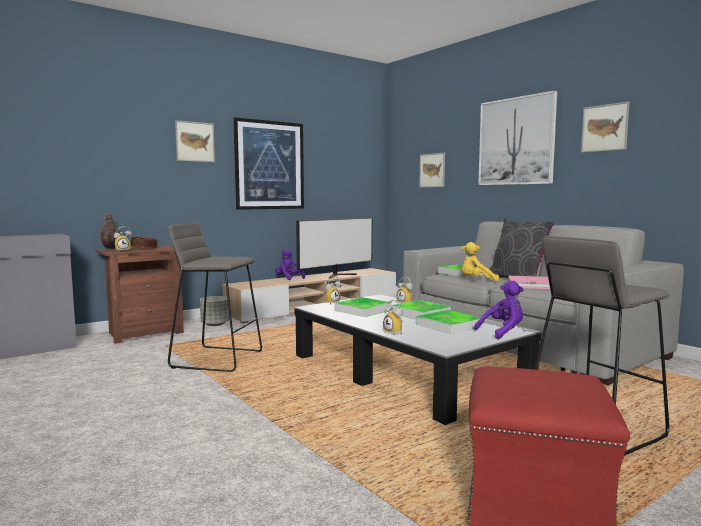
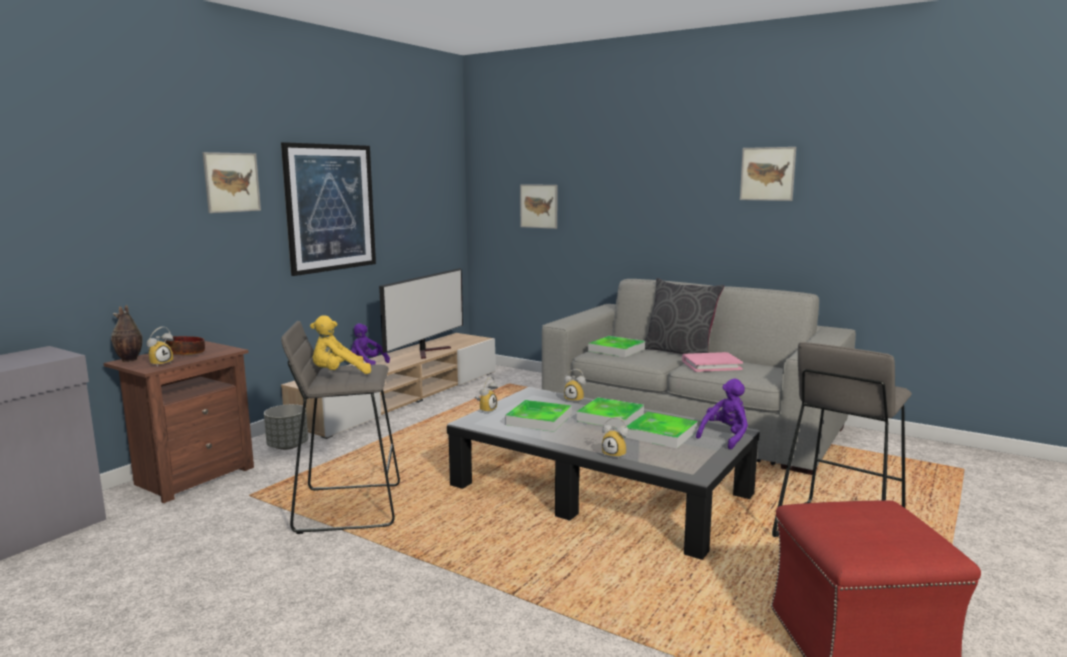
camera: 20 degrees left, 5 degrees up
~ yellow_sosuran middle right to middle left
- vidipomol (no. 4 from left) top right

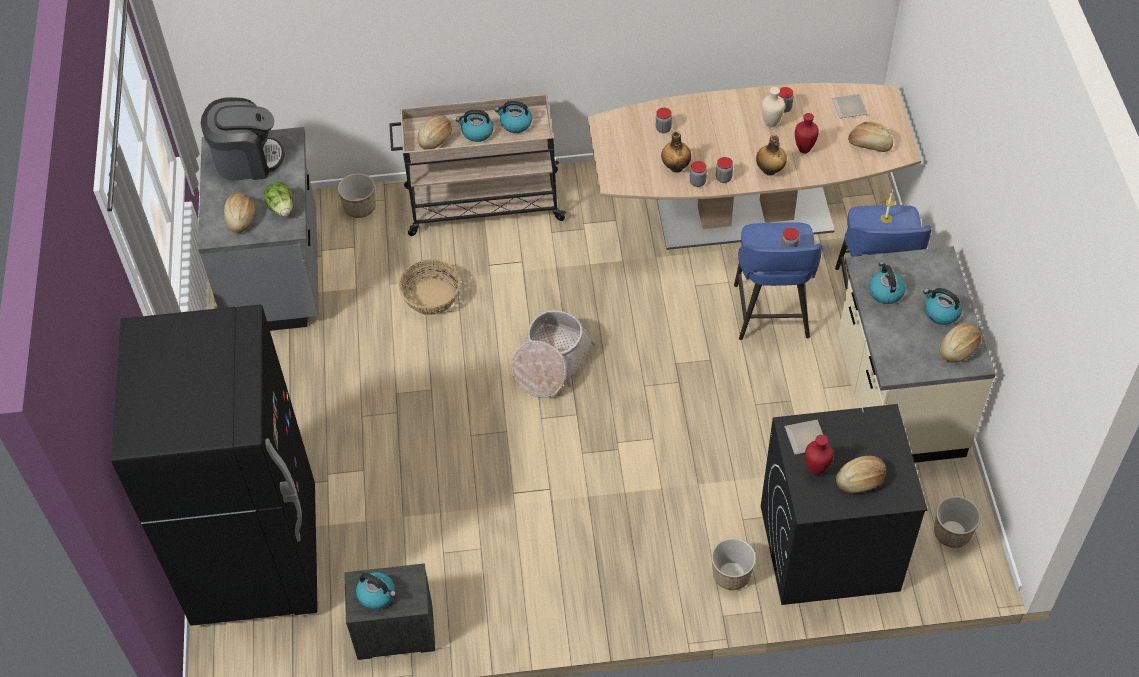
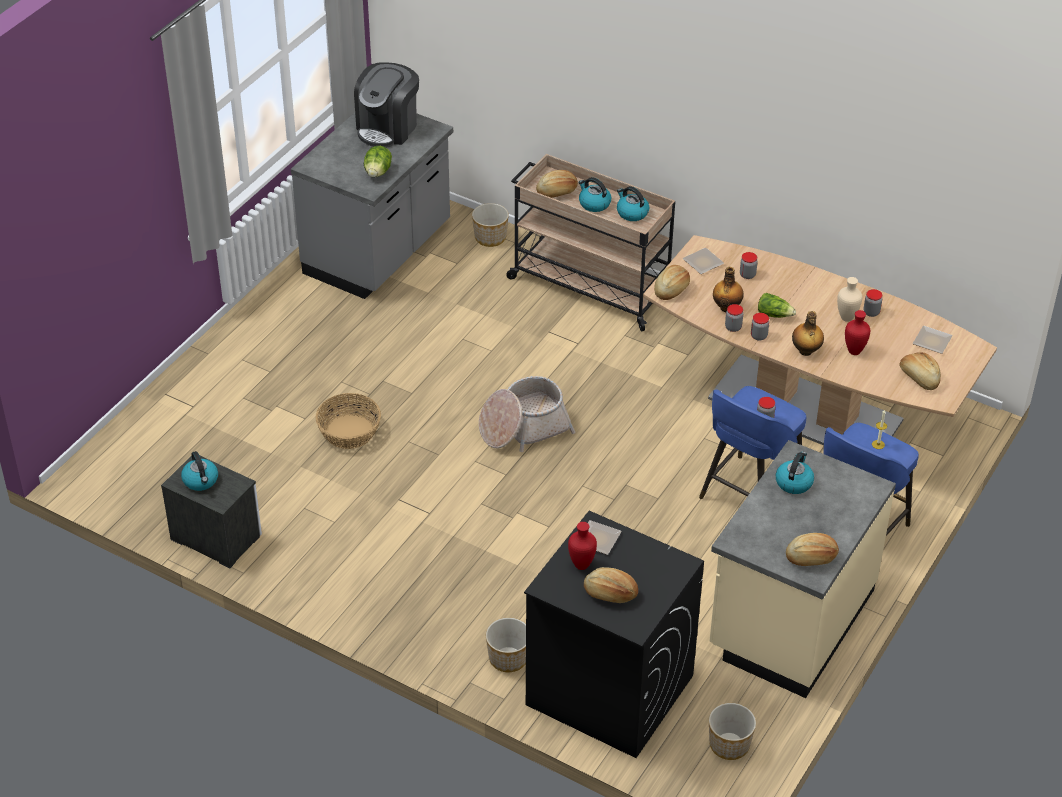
camera: 35 degrees right, 10 degrees down
~ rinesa (no. 1 from left) centre to middle left
~ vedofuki top left = top centre 90 degrees clockwise
~ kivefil (no. 1 from left in the first image) top left to kivefil (no. 3 from left) centre
+ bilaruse (no. 2 from left) top centre
+ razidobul (no. 2 from left) middle right
- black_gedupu bottom left
- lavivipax (no. 5 from left) middle right

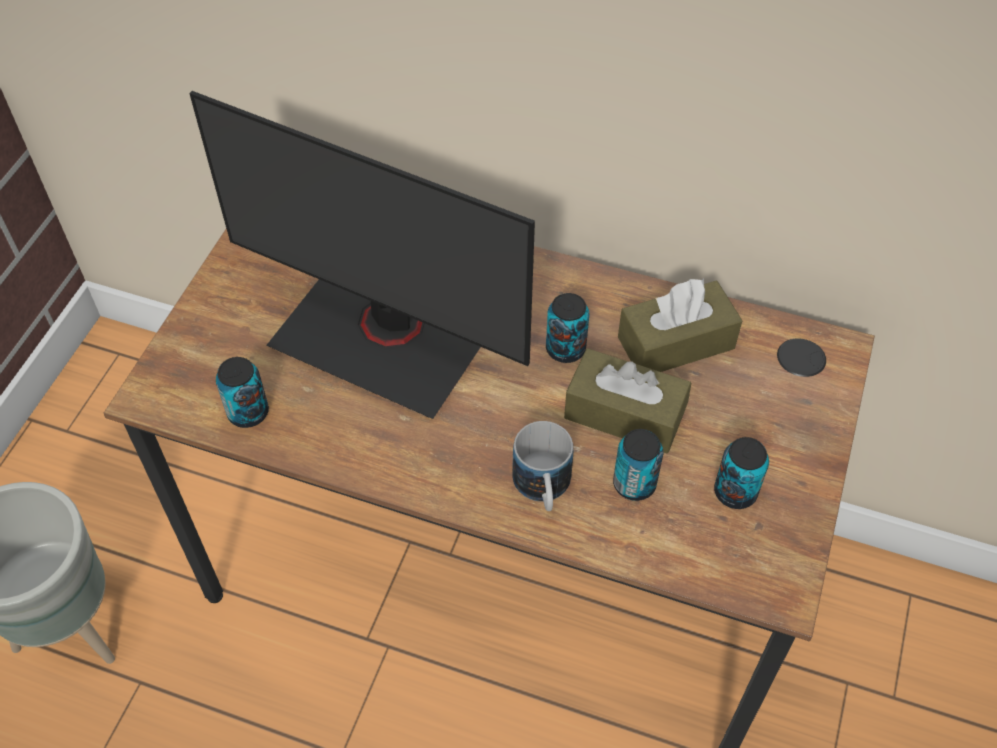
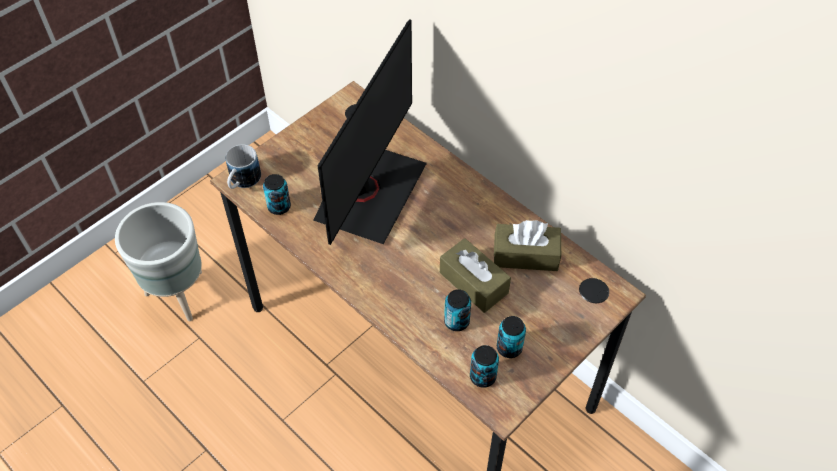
camera: 25 degrees right, 0 degrees up
~ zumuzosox centre to middle left
~ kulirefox centre = top centre 120 degrees counterclockwise
~ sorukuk (no. 2 from left in the first image) centre to sorukuk (no. 3 from left) bottom centre

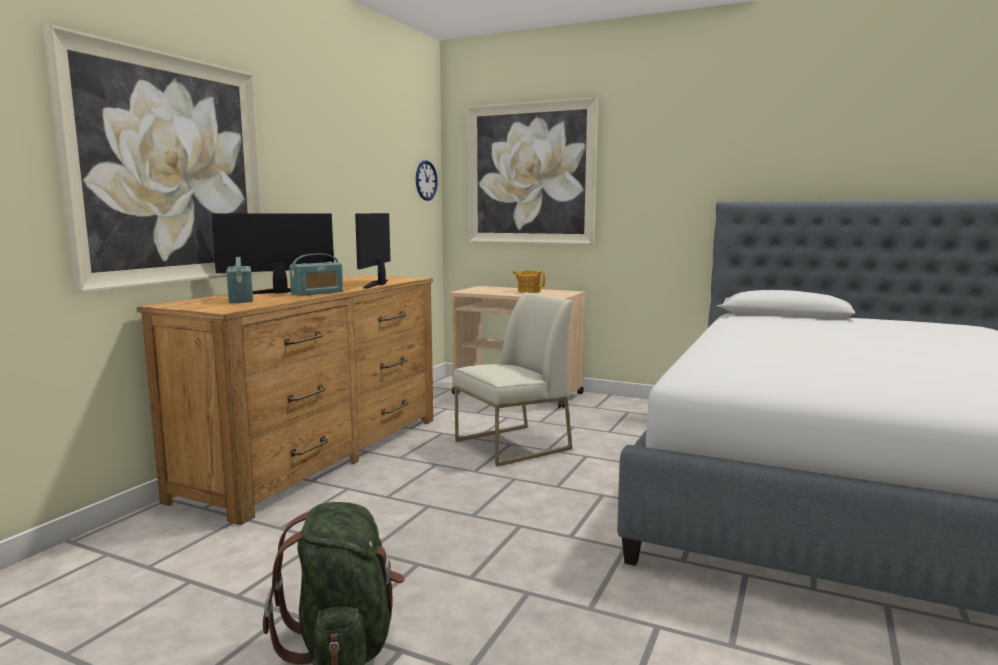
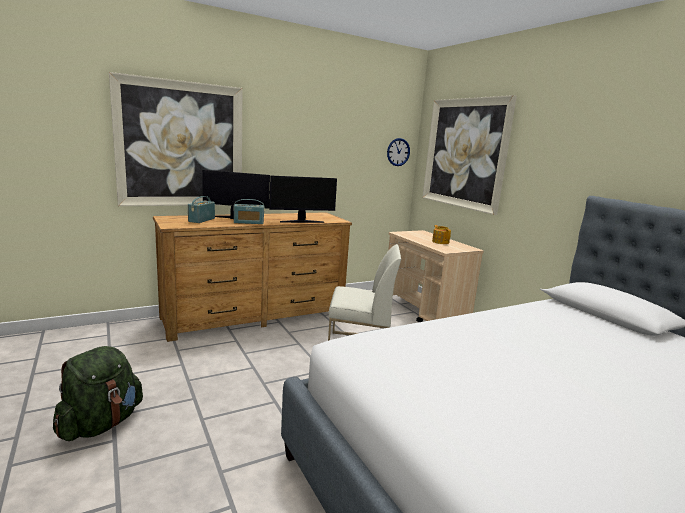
camera: 35 degrees right, 5 degrees up
~ kulirefox (no. 2 from left) centre = centre 150 degrees counterclockwise

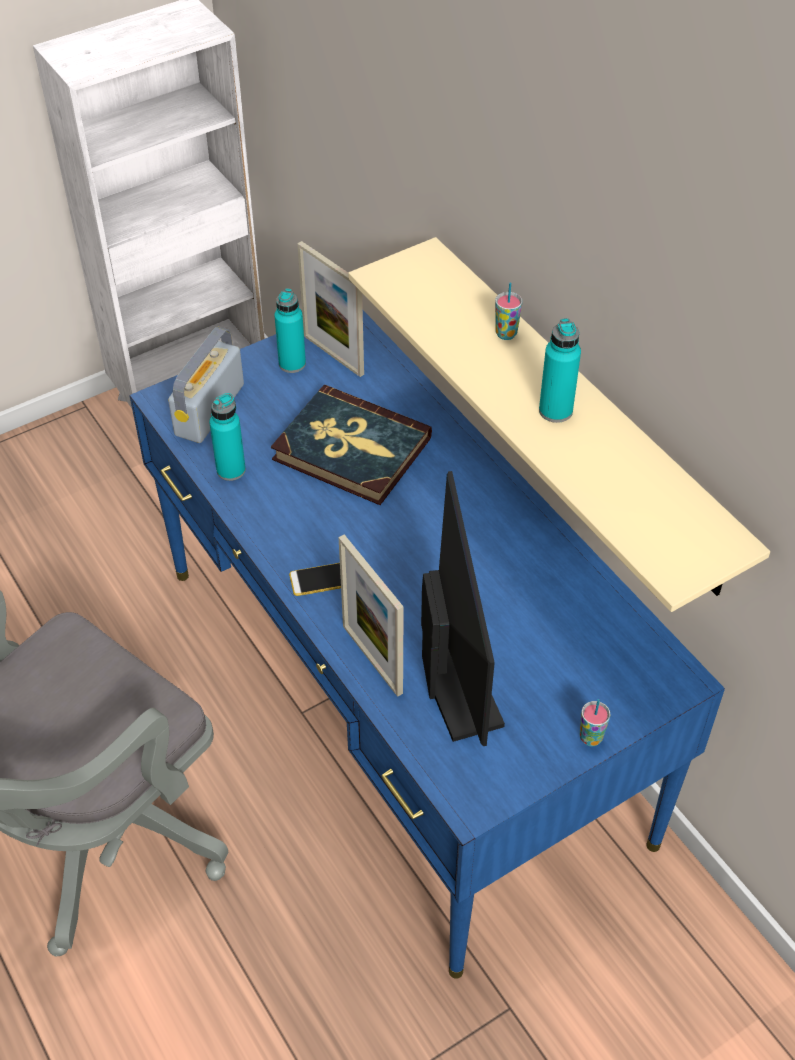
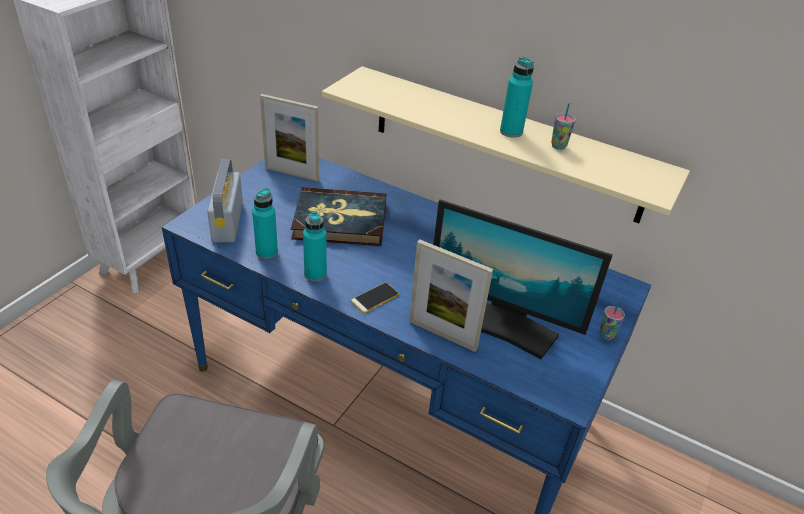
camera: 30 degrees left, 10 degrees down
~ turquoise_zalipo (no. 2 from left) top centre to centre
~ kulirefox centre = centre 150 degrees clockwise
~ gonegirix (no. 1 from left) top centre to top right

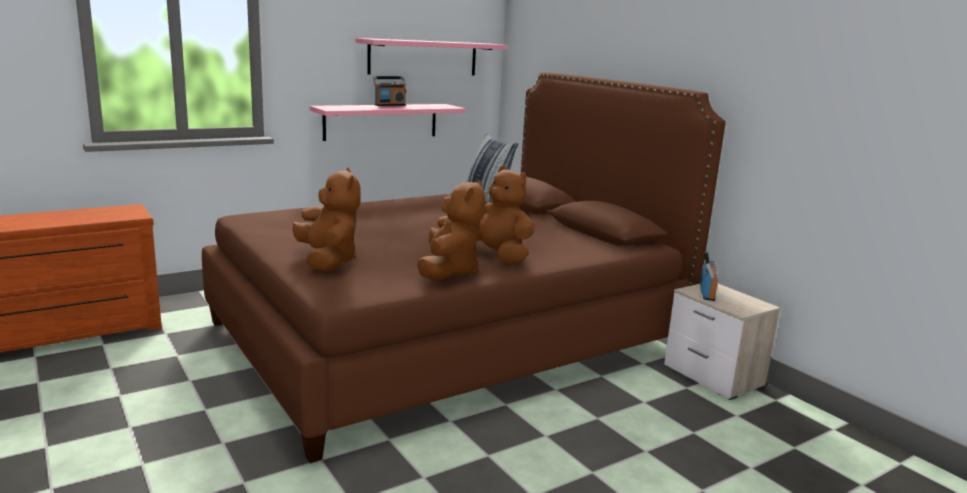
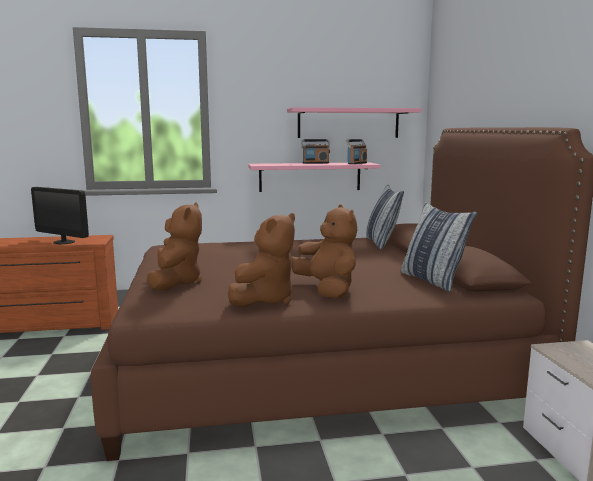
camera: 25 degrees right, 5 degrees down
+ kulirefox middle left
~ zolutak (no. 2 from left) middle right to top centre
+ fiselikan (no. 2 from left) middle right

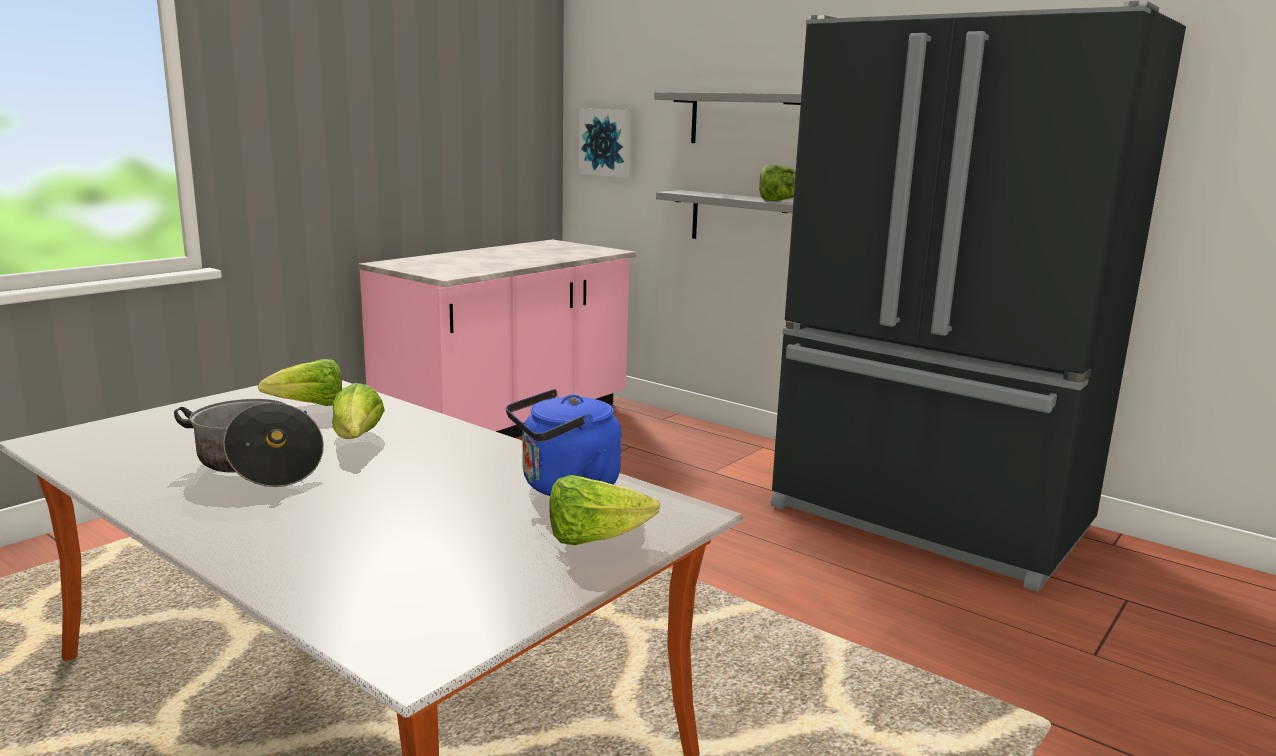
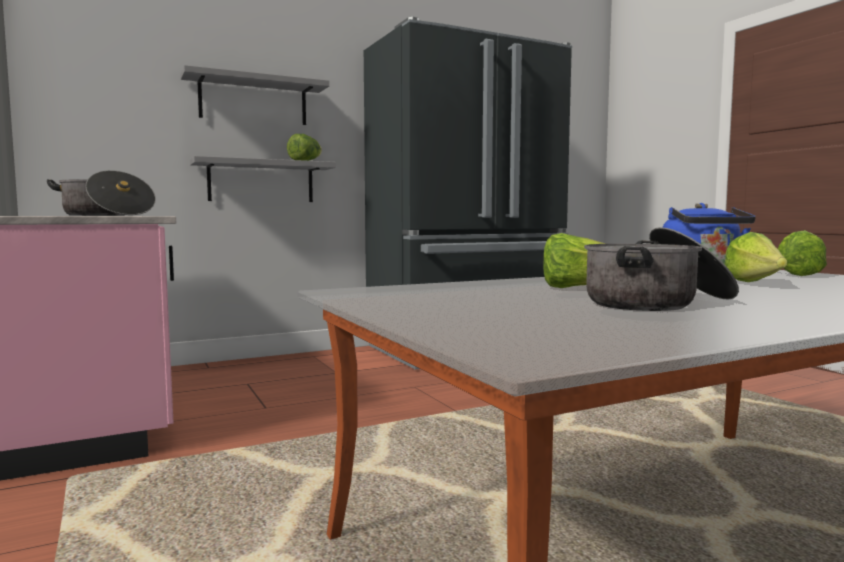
camera: 65 degrees left, 10 degrees down
+ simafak (no. 1 from left) middle left
~ razidobul (no. 1 from left in the first image) middle left to razidobul (no. 3 from left) middle right
- vidipomol top centre

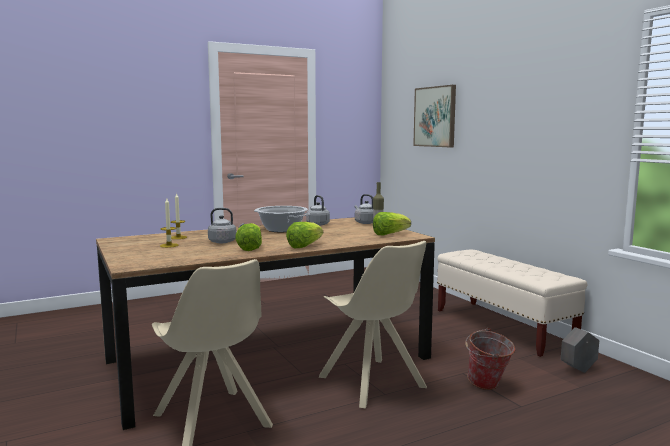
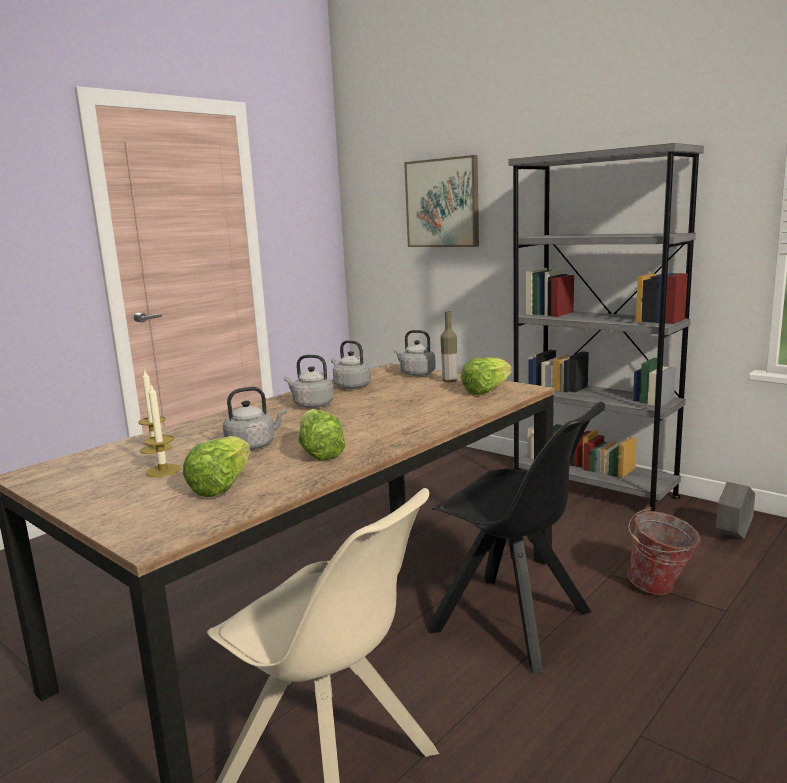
camera: 20 degrees left, 5 degrees up
~ razidobul (no. 2 from left in the first image) centre to razidobul (no. 1 from left) middle left
~ simafak centre to grey_lavivipax (no. 2 from left) centre
~ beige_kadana (no. 2 from left) bottom centre to black_kadana bottom centre
~ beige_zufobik bottom right to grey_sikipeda middle right

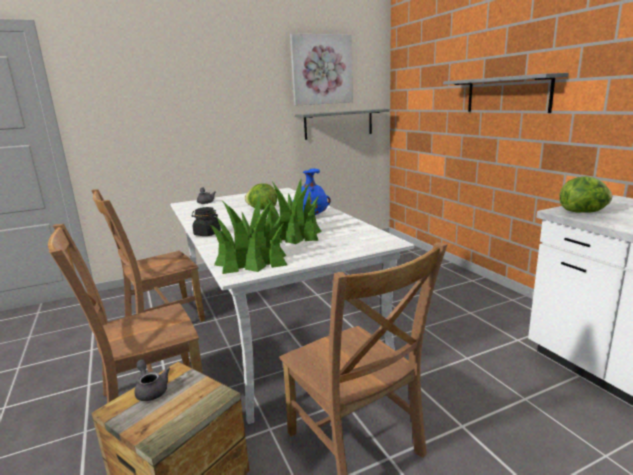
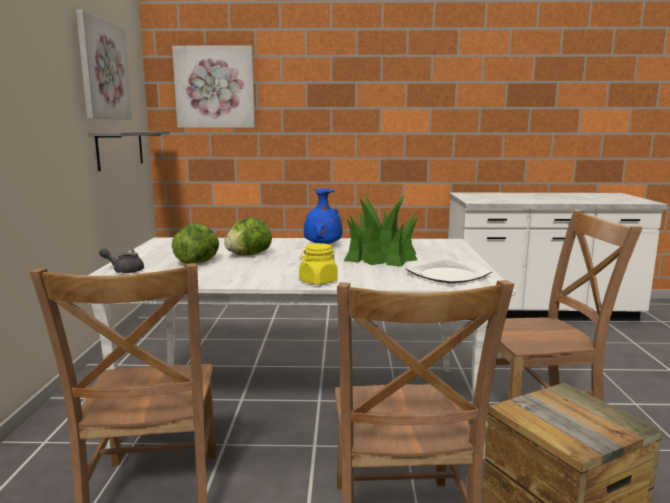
camera: 65 degrees left, 5 degrees down
+ vidipomol (no. 2 from left) top left
~ razidobul (no. 2 from left in the first image) middle right to razidobul (no. 1 from left) middle left
~ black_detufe middle left to yellow_detufe centre
~ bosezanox (no. 1 from left) centre to bilaruse middle right
- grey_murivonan (no. 1 from left) bottom left
- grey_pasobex (no. 2 from left) top right

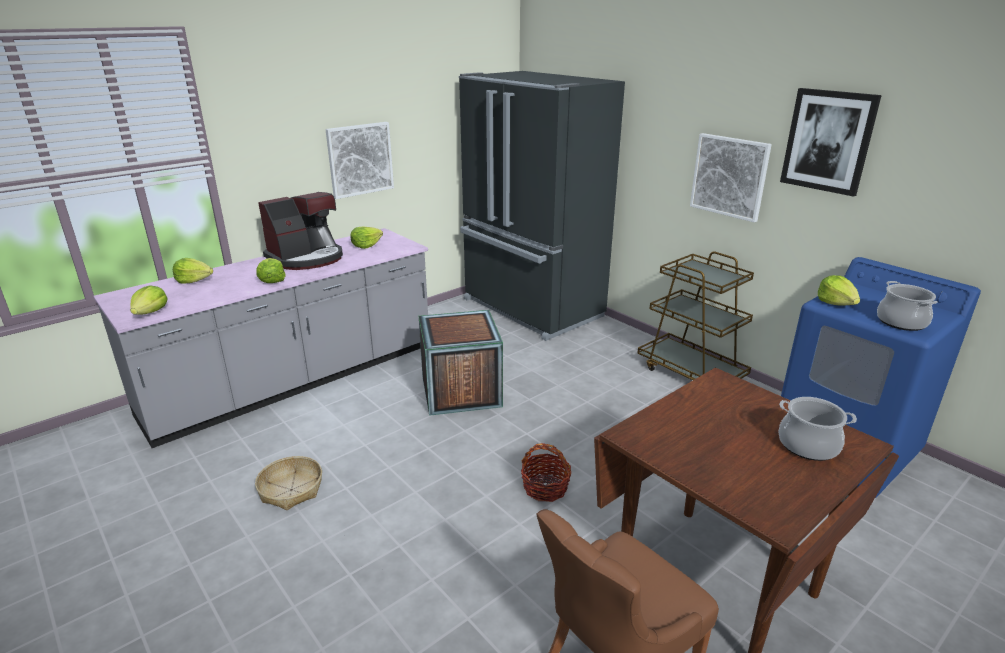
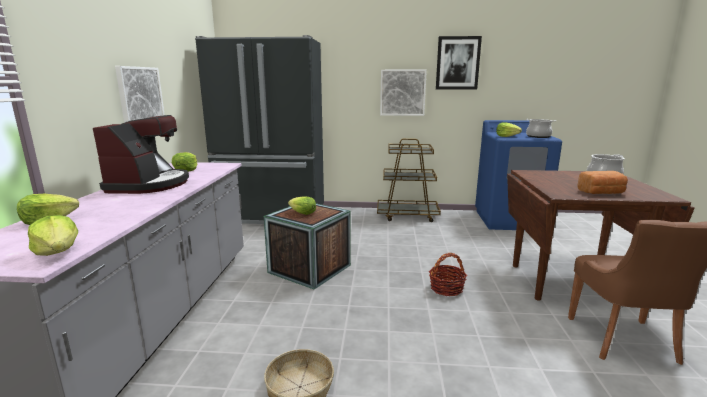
camera: 45 degrees left, 10 degrees down
~ razidobul (no. 3 from left in the first image) middle left to razidobul (no. 4 from left) centre
+ kivefil middle right

